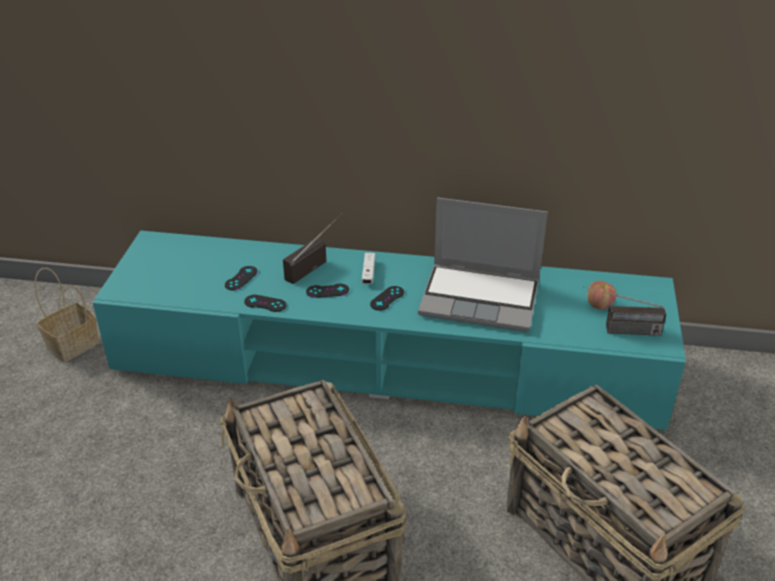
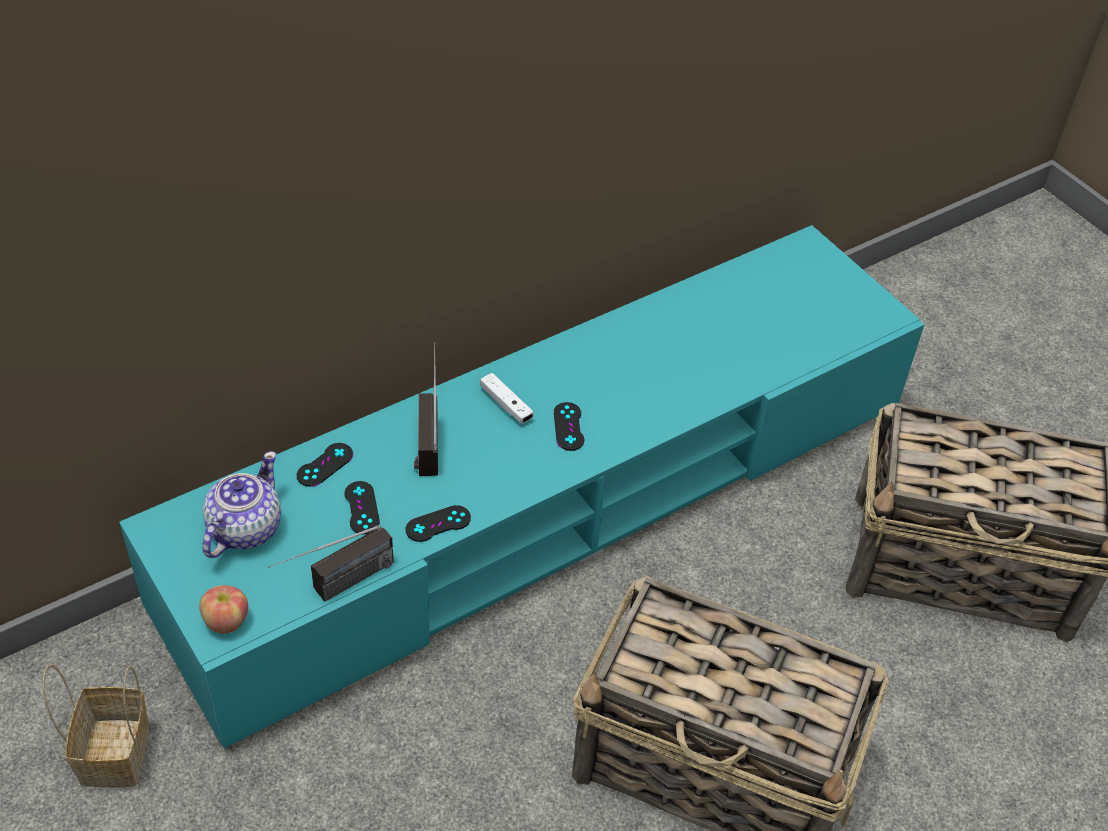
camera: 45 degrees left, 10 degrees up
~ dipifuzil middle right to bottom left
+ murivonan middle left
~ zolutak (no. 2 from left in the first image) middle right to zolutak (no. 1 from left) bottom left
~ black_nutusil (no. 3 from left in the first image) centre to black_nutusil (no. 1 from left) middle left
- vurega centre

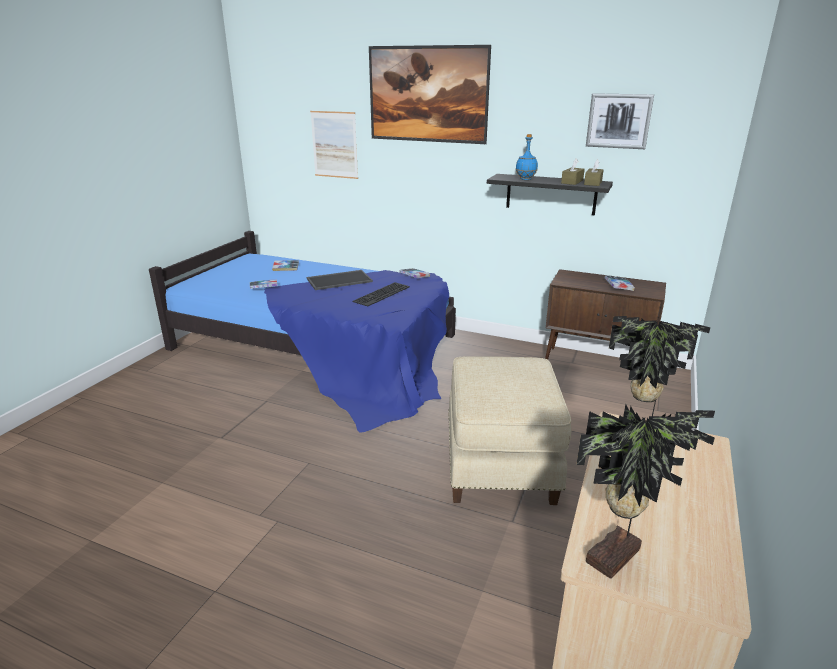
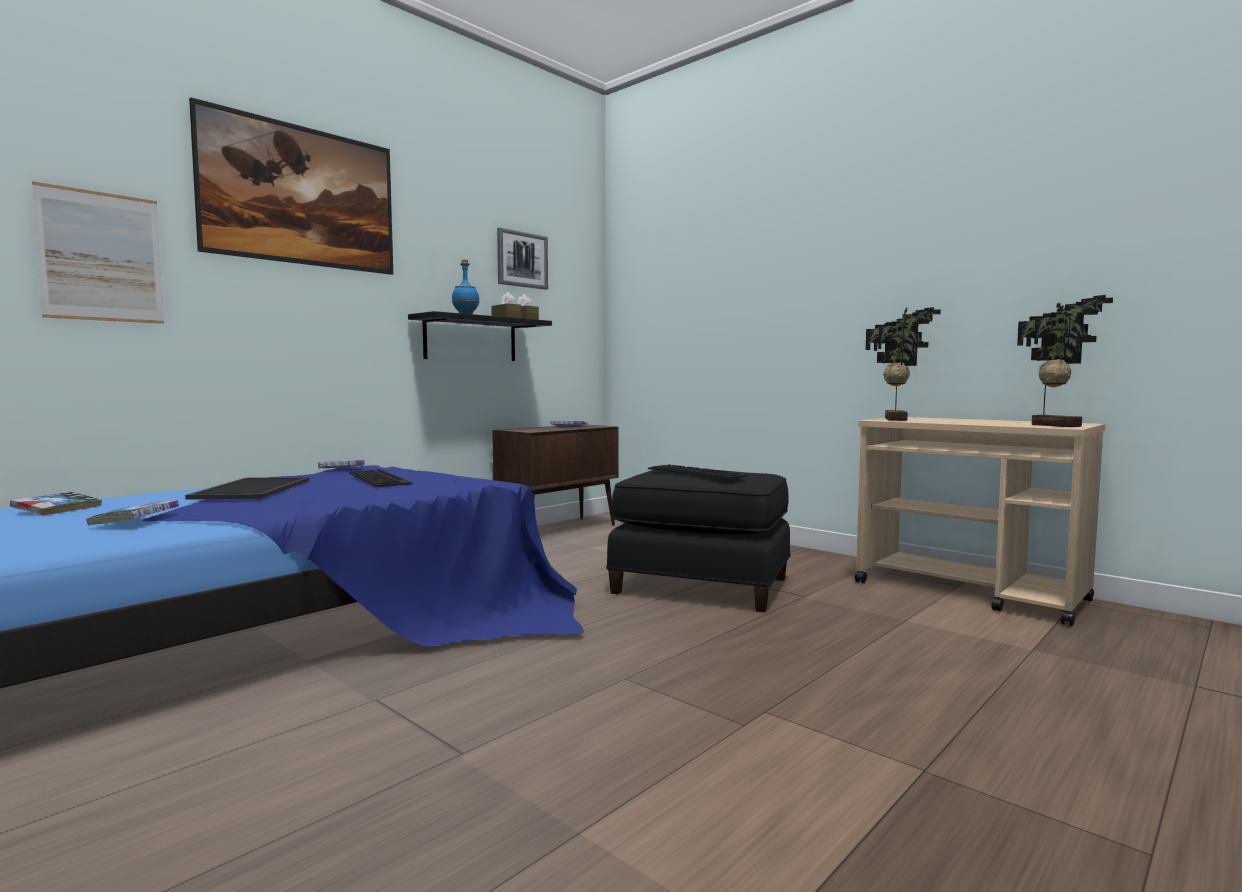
camera: 70 degrees left, 20 degrees down
~ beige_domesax centre to black_domesax centre
+ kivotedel (no. 2 from left) centre

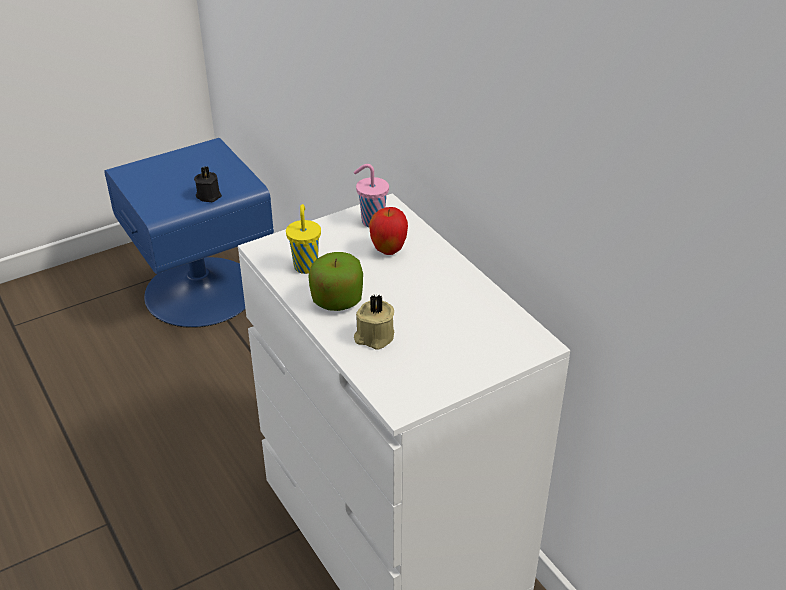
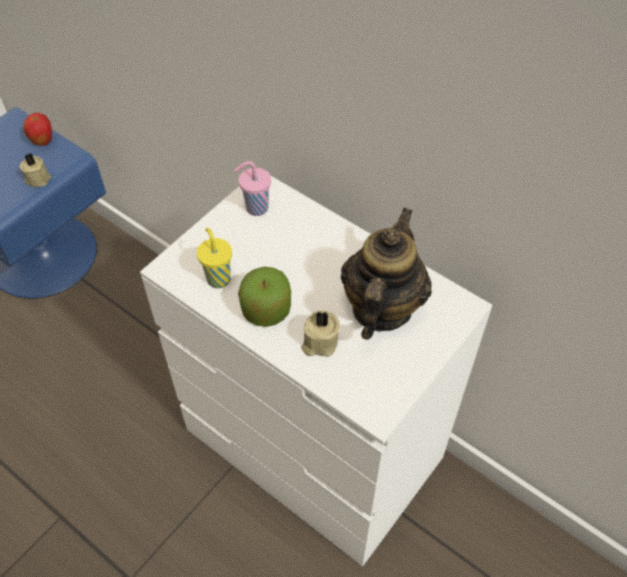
camera: 20 degrees left, 15 degrees up
~ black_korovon top left to beige_korovon (no. 1 from left) top left
~ dipifuzil (no. 2 from left in the first image) centre to dipifuzil (no. 1 from left) top left
+ murivonan centre

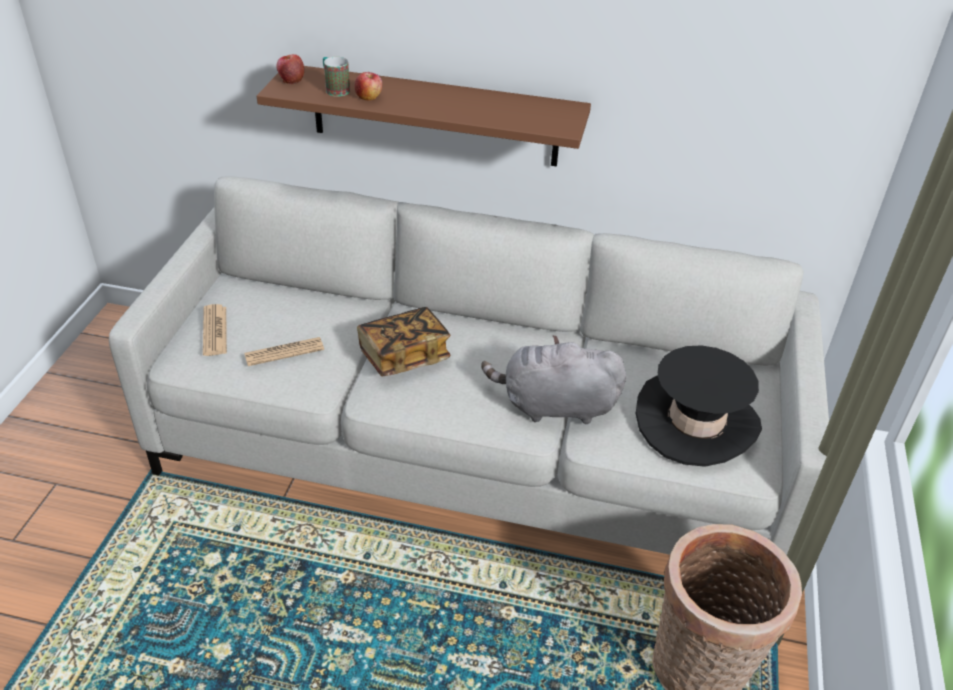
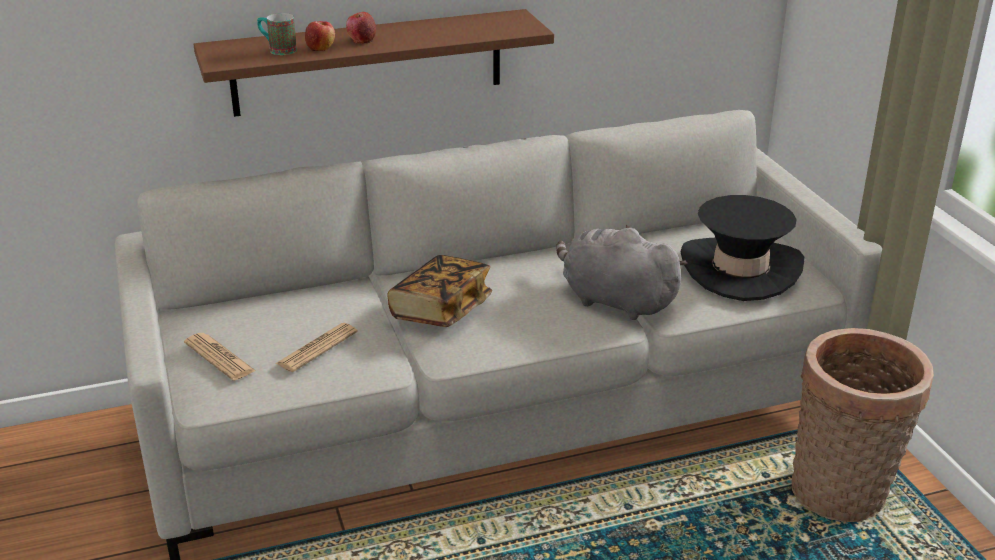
camera: 30 degrees left, 10 degrees down
~ dipifuzil (no. 1 from left in the first image) top left to dipifuzil (no. 2 from left) top centre
~ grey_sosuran centre = centre 60 degrees clockwise

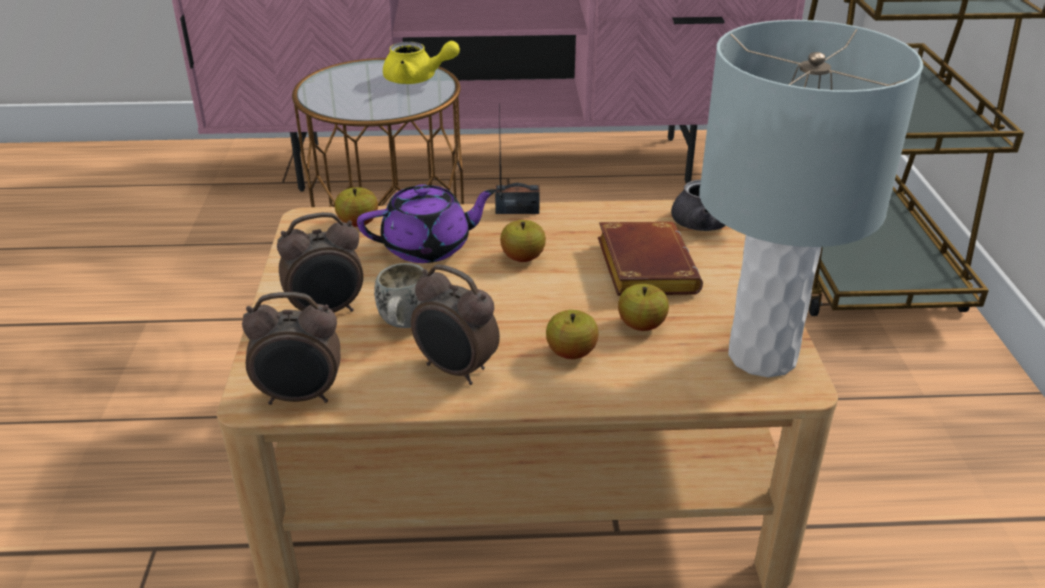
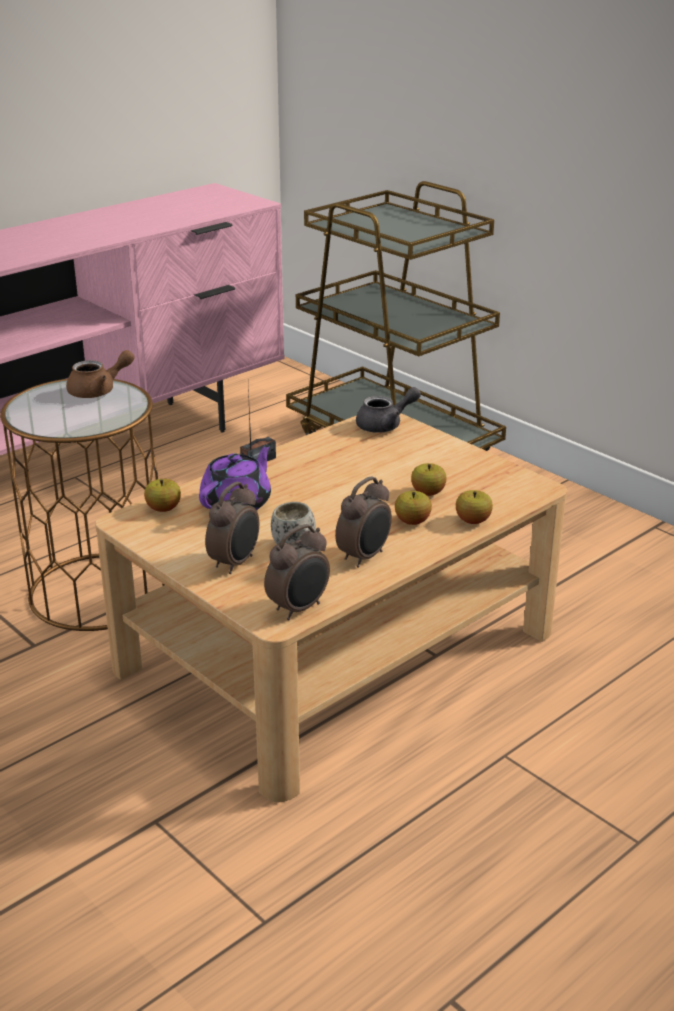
camera: 40 degrees left, 5 degrees down
~ yellow_murivonan top centre to brown_murivonan middle left
~ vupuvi (no. 3 from left) centre = centre 45 degrees counterclockwise
~ dipifuzil (no. 2 from left in the first image) centre to dipifuzil (no. 4 from left) middle right
- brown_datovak centre
- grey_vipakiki middle right

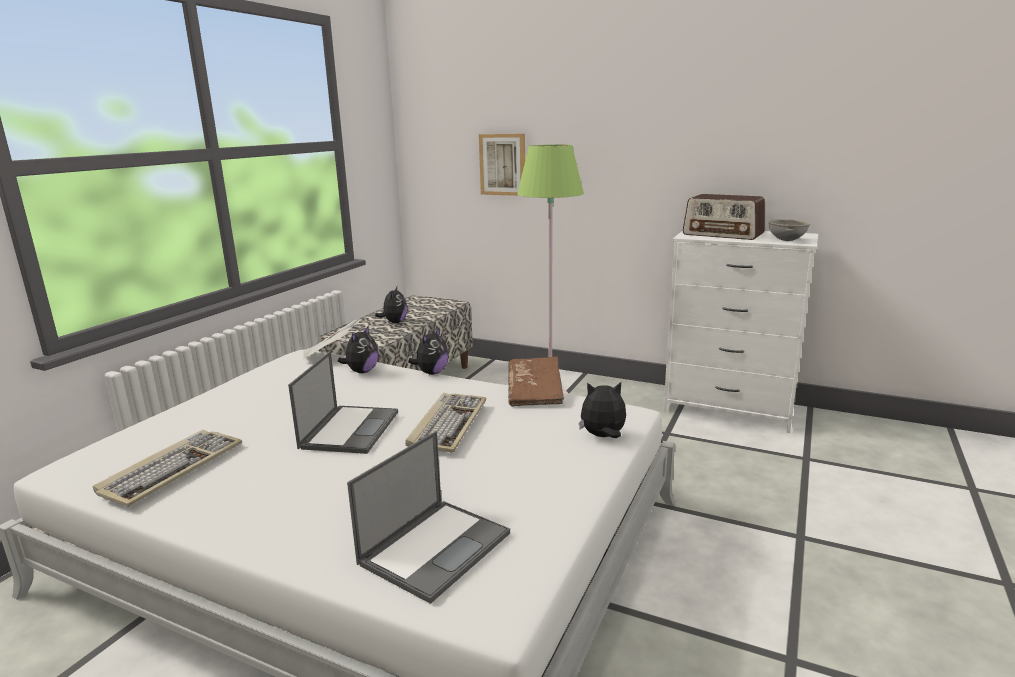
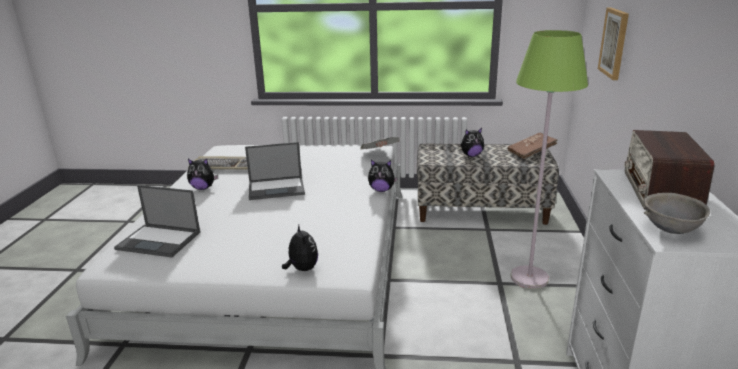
camera: 70 degrees right, 5 degrees up
~ sosuran (no. 1 from left) centre to middle left
~ brown_datovak centre to middle right
- kivotedel (no. 2 from left) centre

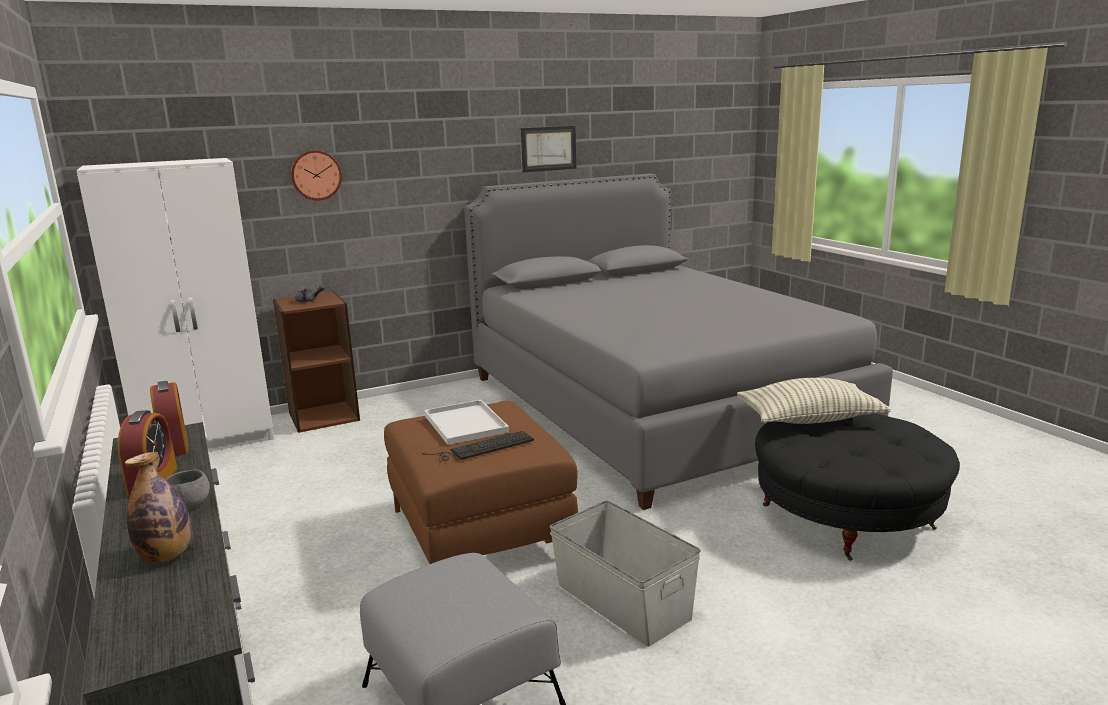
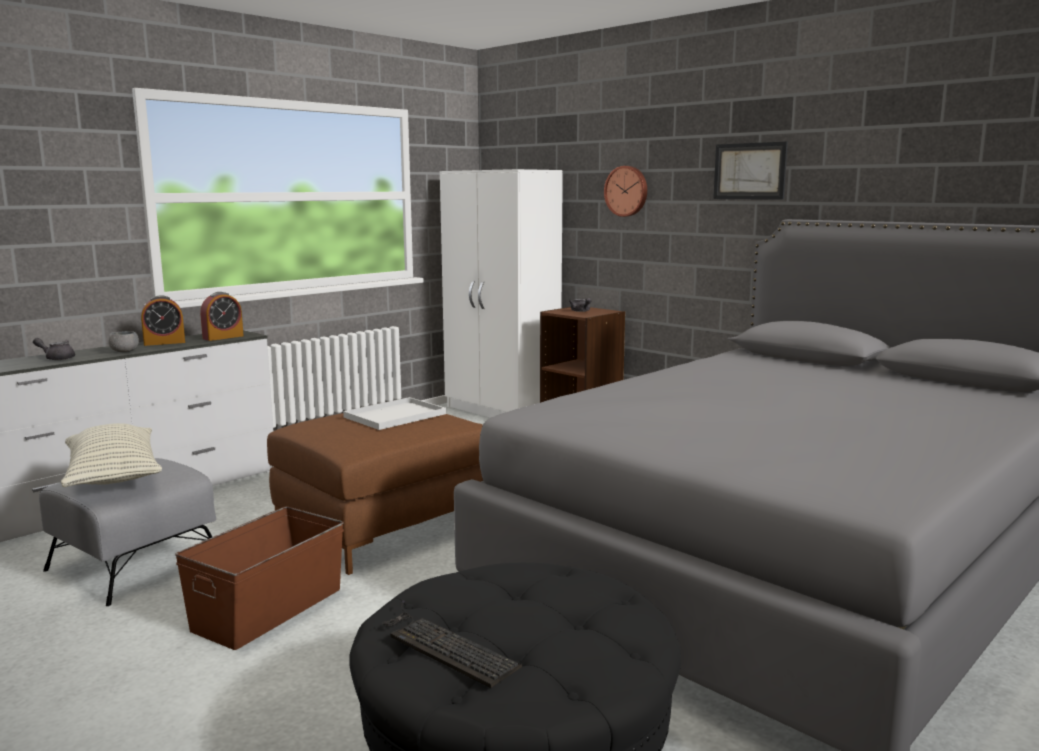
camera: 70 degrees right, 5 degrees down
~ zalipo bottom left to grey_murivonan (no. 1 from left) middle left
~ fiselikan middle right to middle left
~ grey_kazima bottom centre to brown_kazima bottom left
~ kivotedel centre to bottom centre
~ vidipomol top centre to top right

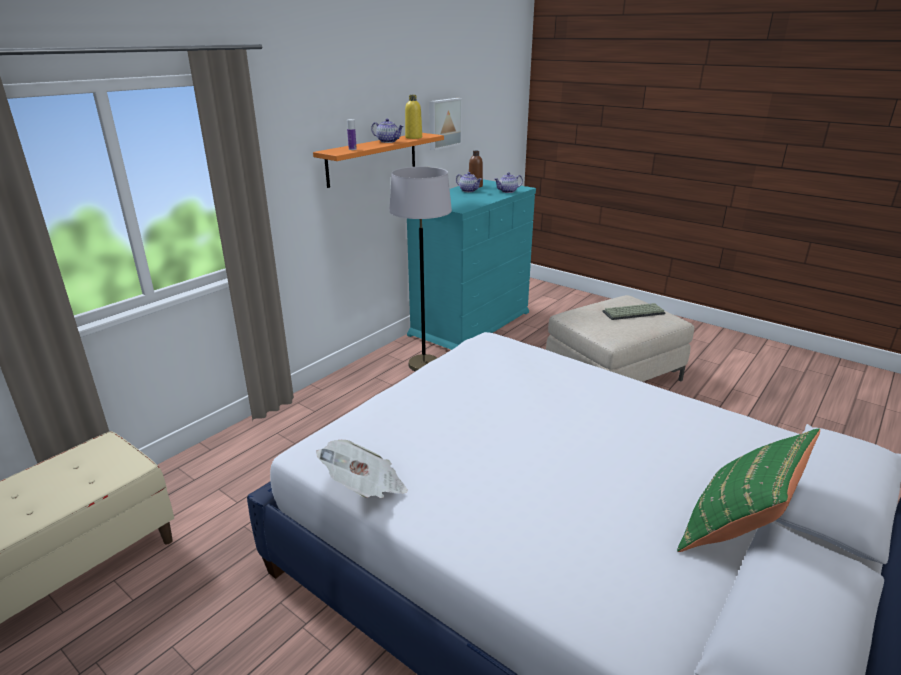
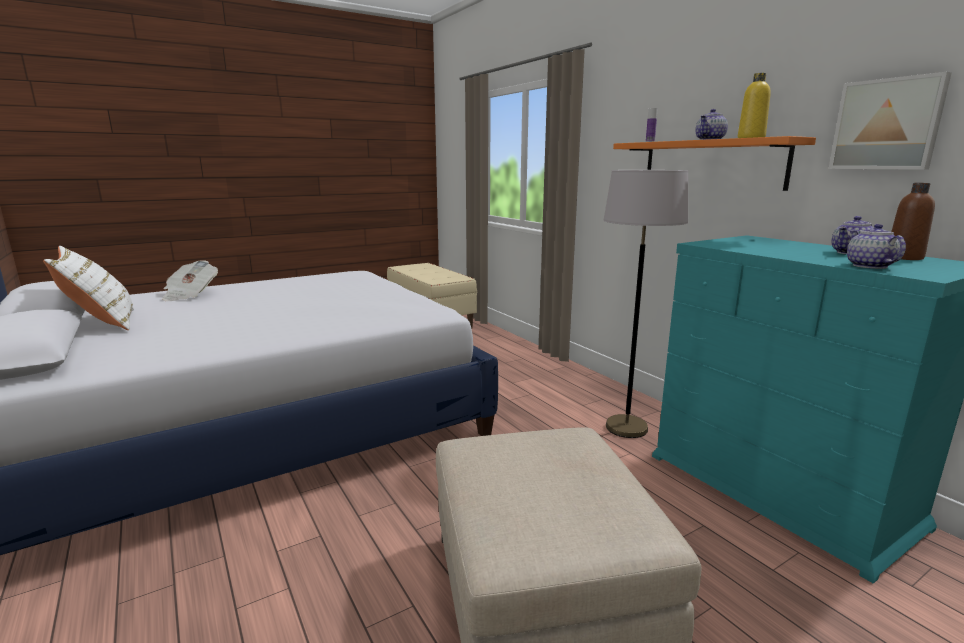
camera: 110 degrees right, 10 degrees down
~ green_fiselikan bottom right to white_fiselikan middle left
~ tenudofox bottom centre to middle left
- kivotedel middle right

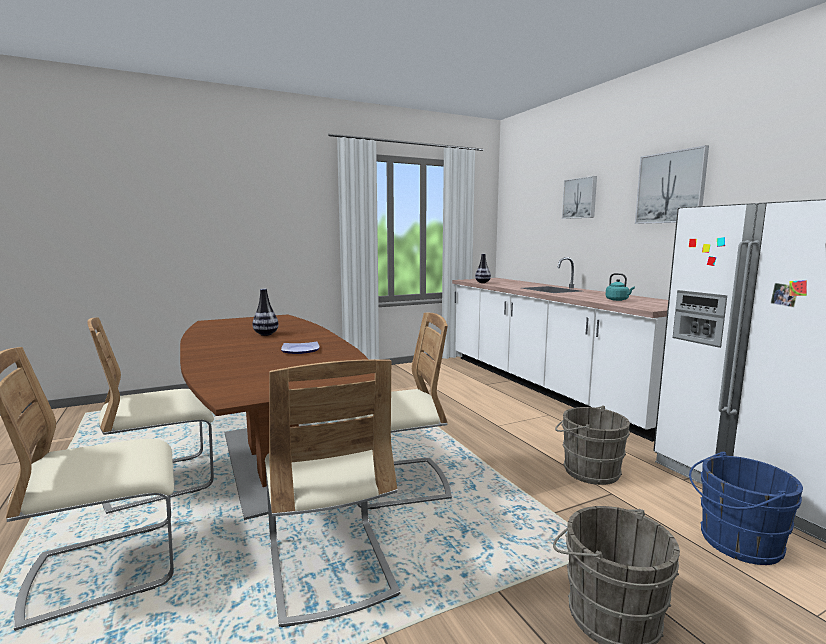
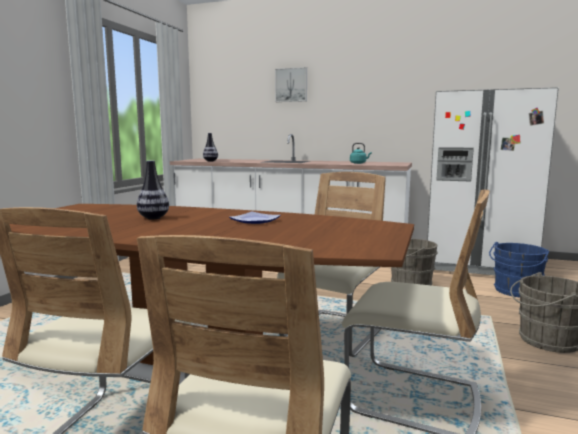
camera: 45 degrees left, 0 degrees up
- vidipomol (no. 2 from left) top right

